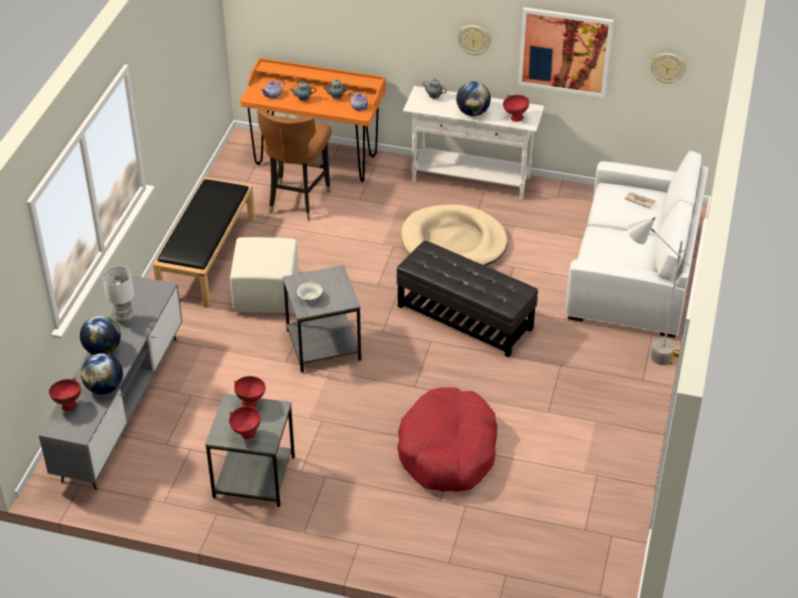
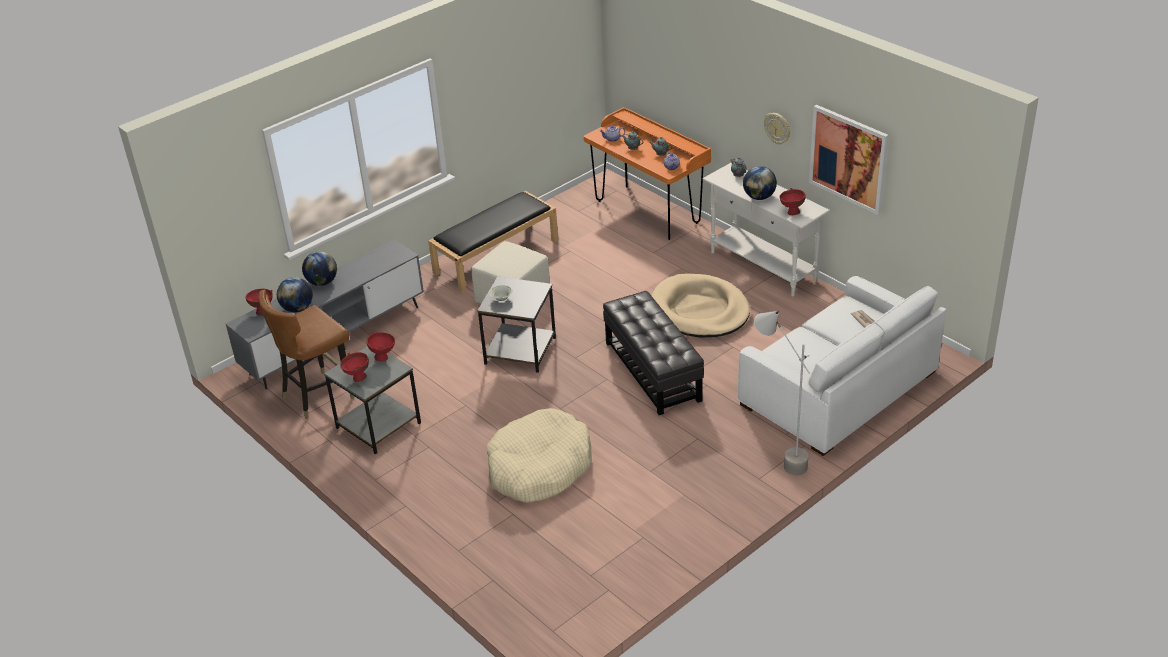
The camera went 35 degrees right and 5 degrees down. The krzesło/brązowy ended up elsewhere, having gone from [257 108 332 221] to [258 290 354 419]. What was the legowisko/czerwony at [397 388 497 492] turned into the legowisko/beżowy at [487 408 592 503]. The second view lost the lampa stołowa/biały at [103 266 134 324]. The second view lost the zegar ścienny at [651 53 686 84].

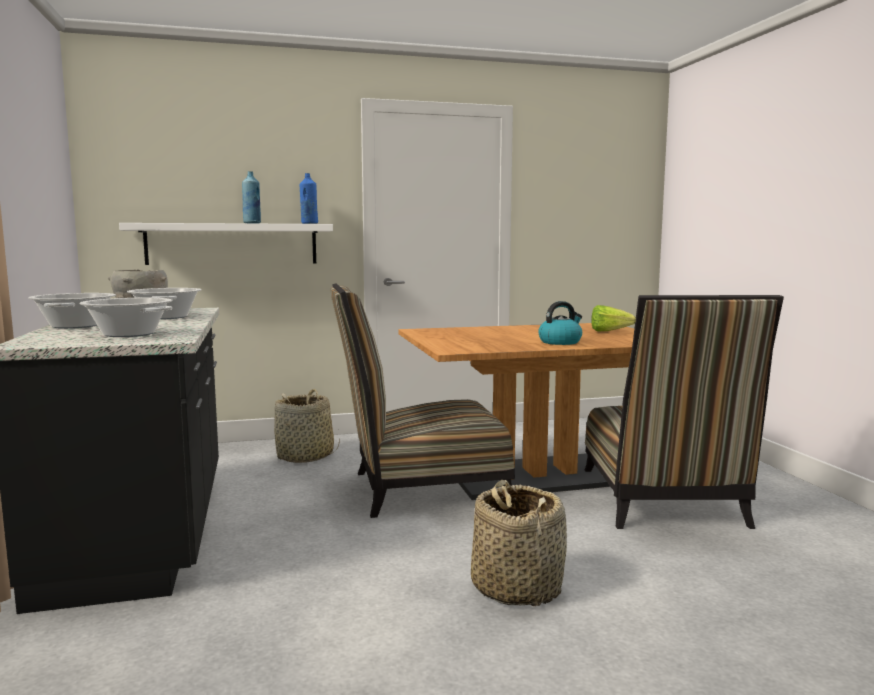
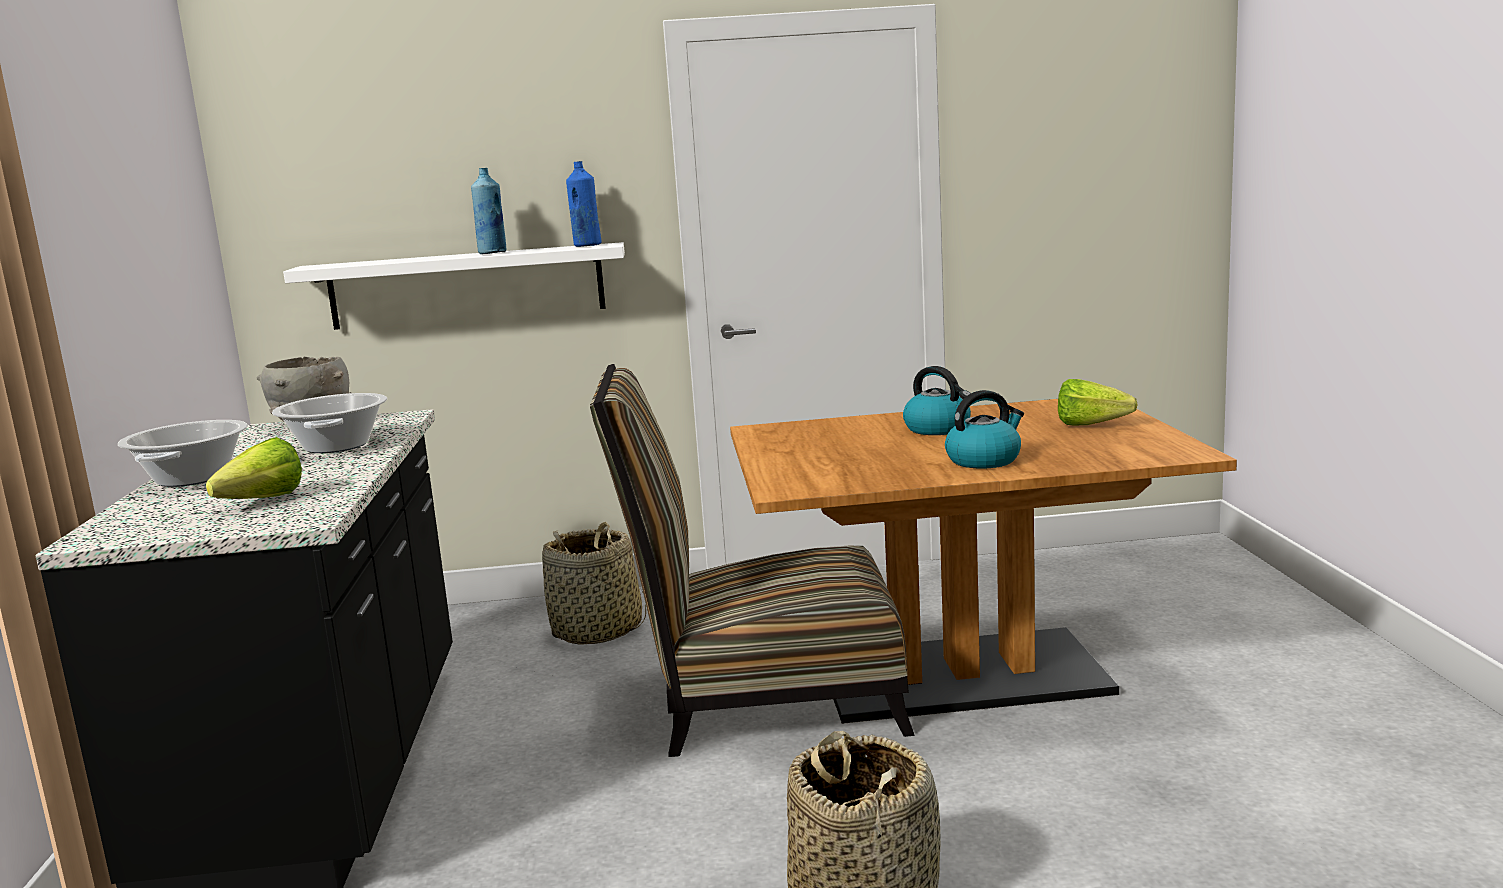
The camera went 10 degrees right and 5 degrees up. Where the garnek stood at [79 298 173 337], the sałata came to stand at [206 437 302 499]. The second view gained the czajnik at [903 366 971 435]. The second view lost the krzesło at [585 295 784 529].

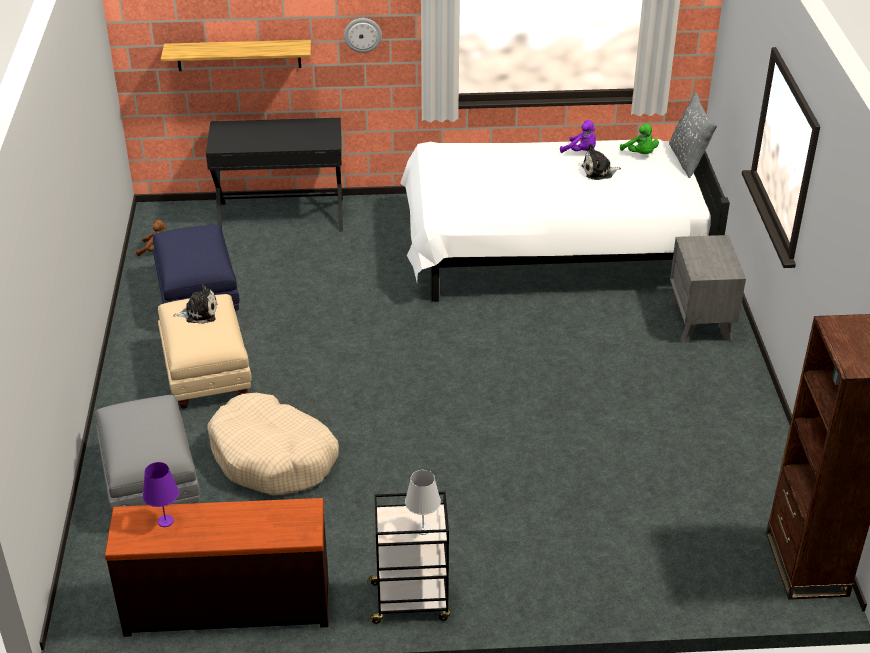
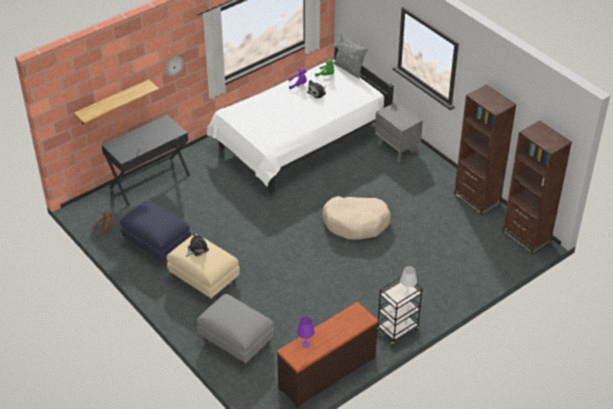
The camera went 35 degrees left and 5 degrees up. The legowisko/beżowy ended up elsewhere, having gone from [208 393 339 496] to [322 196 391 240]. The second view gained the regał/brązowy at [454 84 517 215].

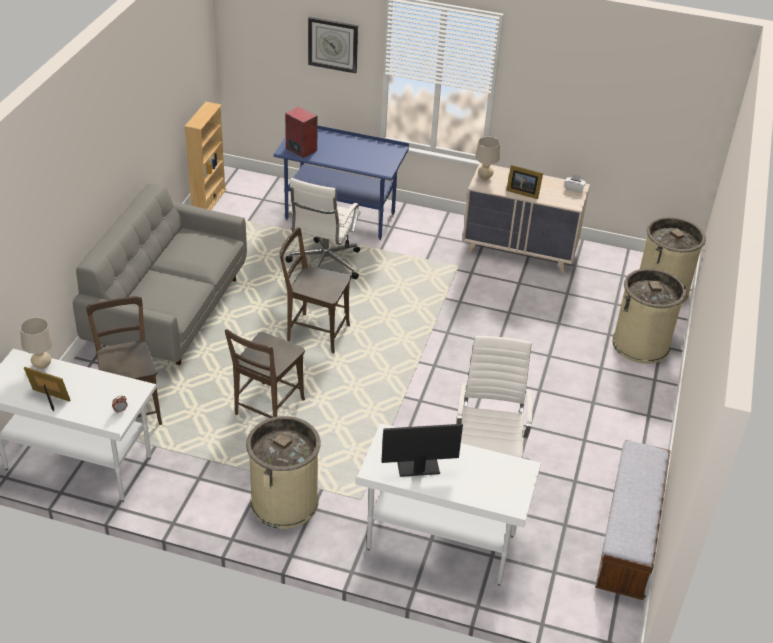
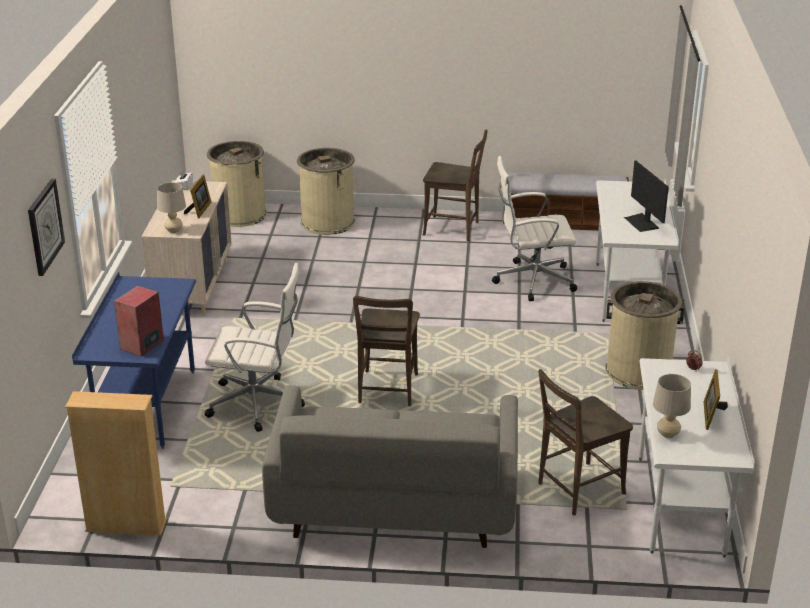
The camera went 100 degrees left and 10 degrees down. The krzesło/brązowy ended up elsewhere, having gone from [225 329 305 418] to [423 130 487 241].

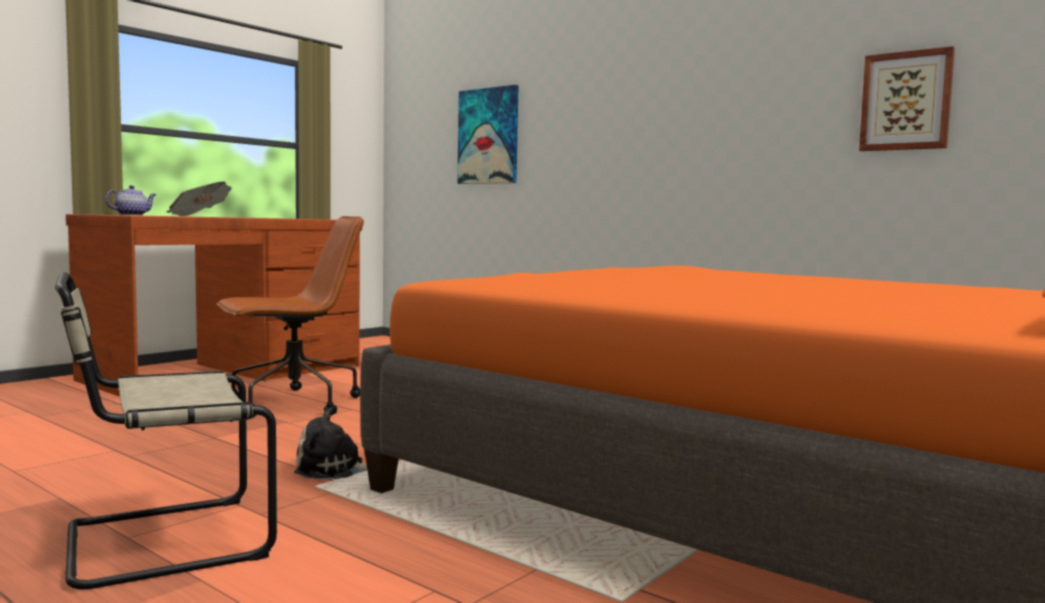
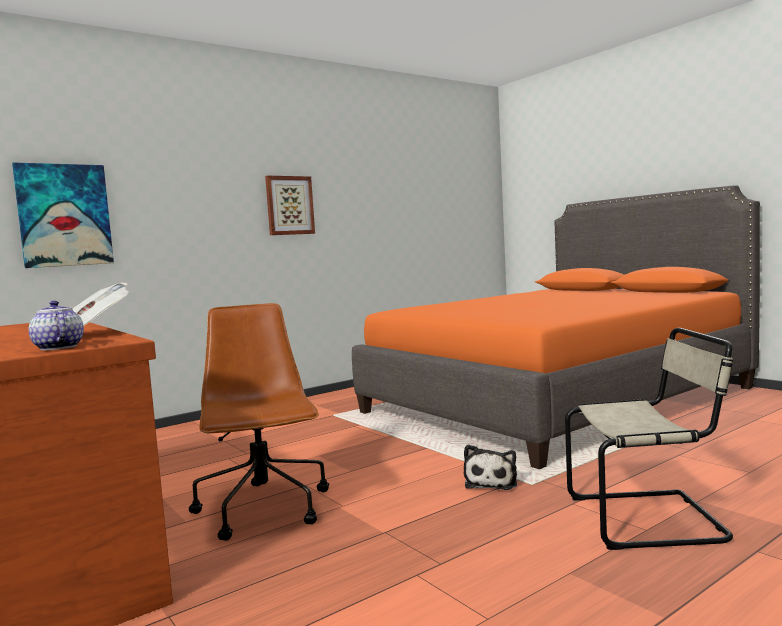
The camera went 75 degrees left and 0 degrees up. The obraz ended up elsewhere, having gone from [859 46 955 151] to [265 175 315 235]. The krzesło/beżowy at [55 272 277 590] ended up facing another way, 75 degrees counterclockwise from before.

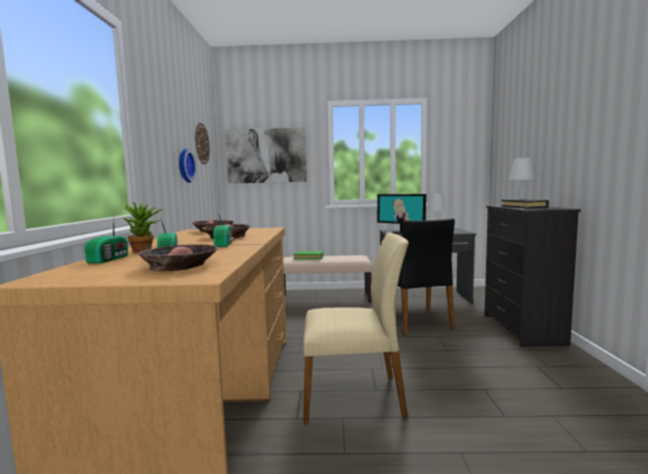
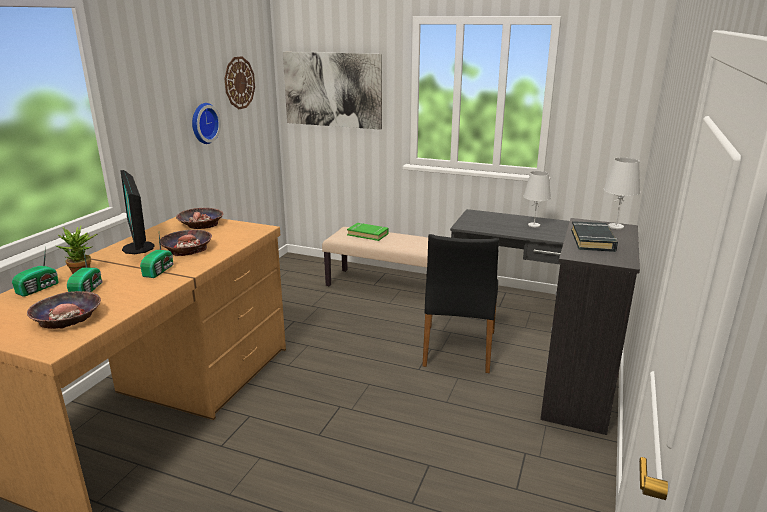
The camera went 20 degrees right and 15 degrees up. The monitor ended up elsewhere, having gone from [377 194 426 234] to [120 170 155 254]. The second view lost the krzesło/beżowy at [303 232 409 424].

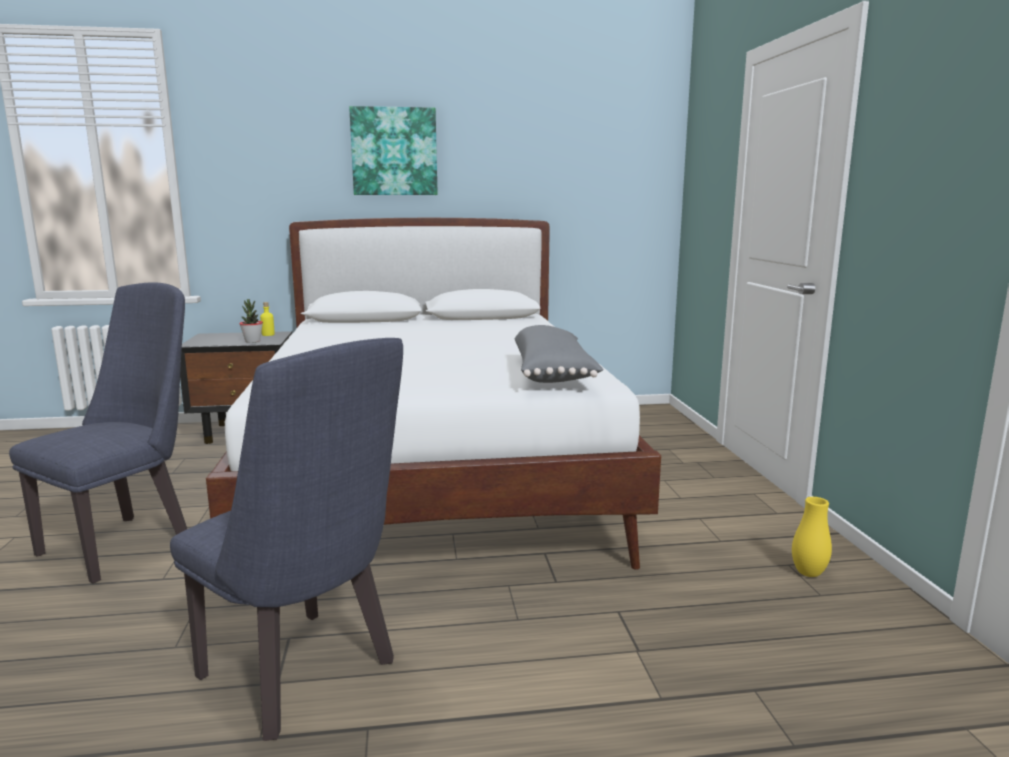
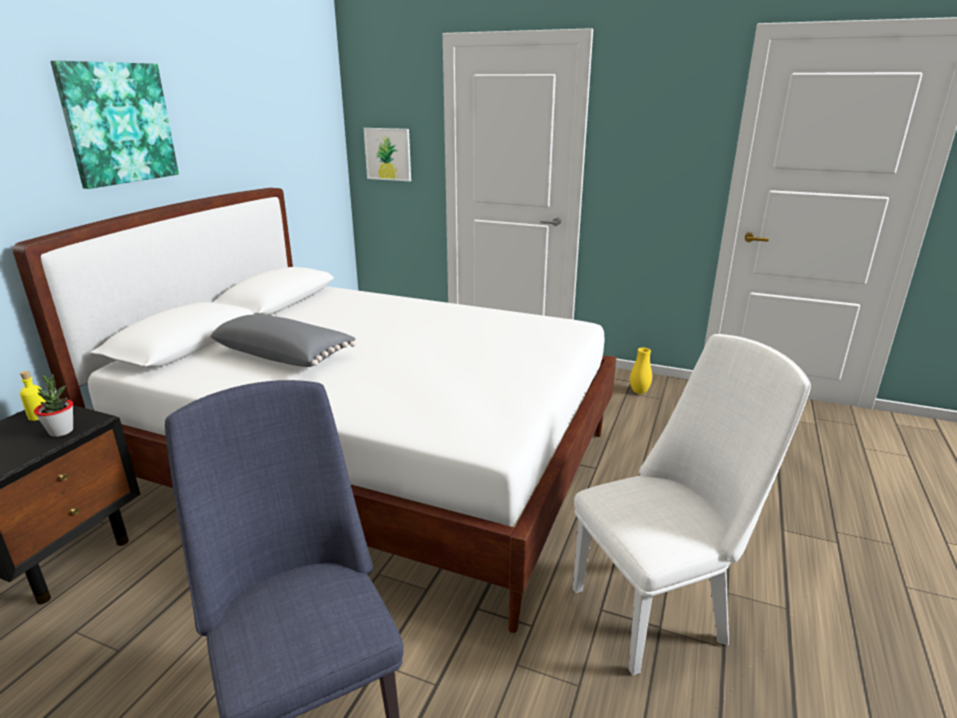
The camera went 60 degrees left and 10 degrees up. The poduszka/szary ended up elsewhere, having gone from [515 325 604 383] to [208 314 356 367]. The second view gained the obraz at [364 128 411 181]. What was the krzesło/niebieski at [170 338 403 741] turned into the krzesło/biały at [573 334 811 675].

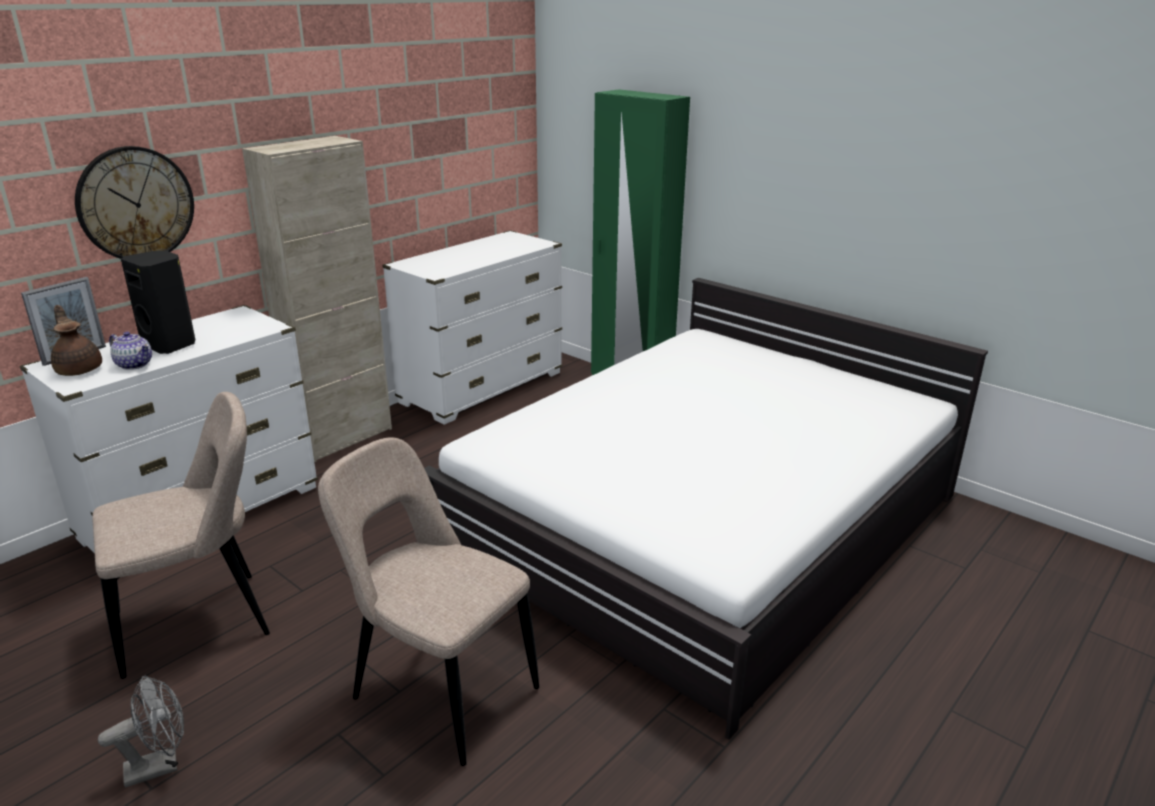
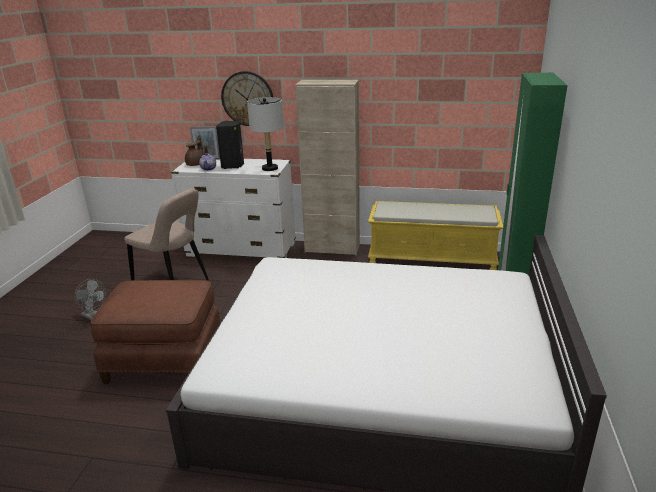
The camera went 60 degrees right and 0 degrees up. Where the krzesło/beżowy stood at [318 437 539 766], the pufa/brązowy came to stand at [91 280 221 384]. The second view gained the lampa stołowa/szary at [247 97 284 171]. Where the komoda/biały stood at [382 230 562 425], the ławka/żółty came to stand at [368 201 503 270].

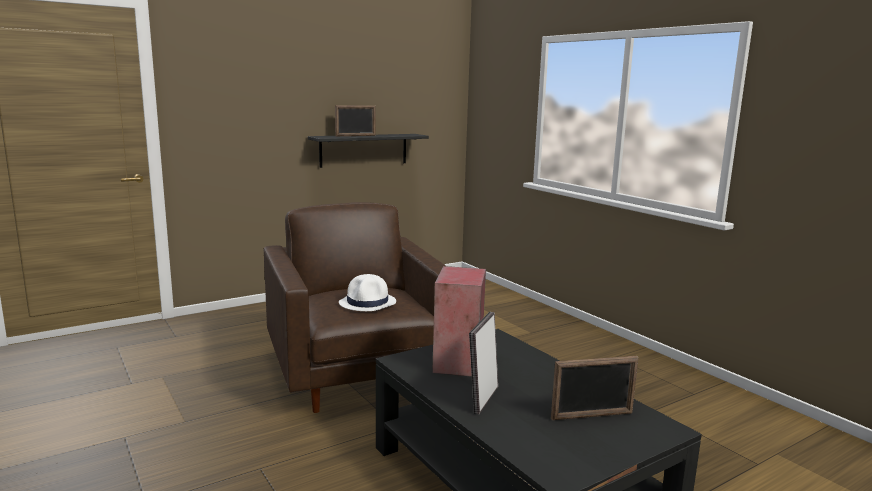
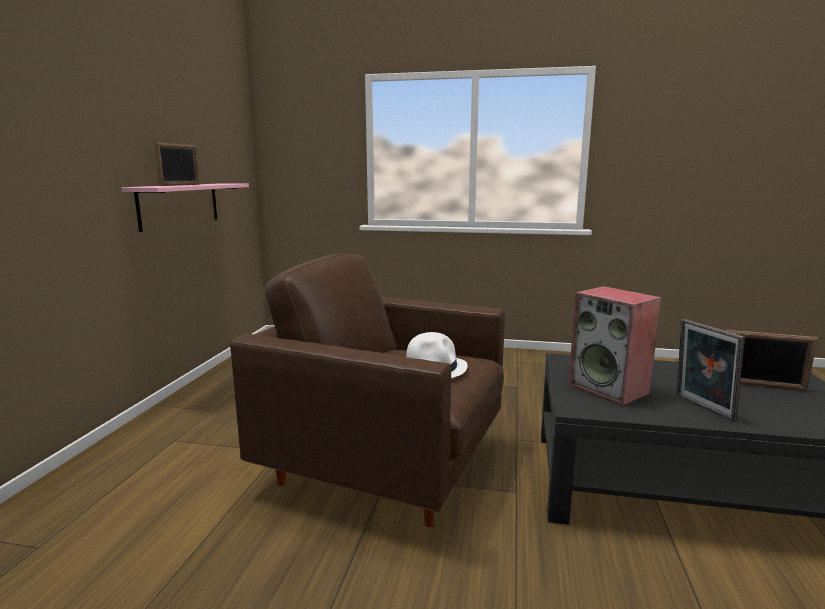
The camera went 45 degrees left and 0 degrees up. What was the półka/czarny at [308 134 429 168] turned into the półka/różowy at [121 183 249 232]. The ramka na zdjęcie at [551 356 639 420] ended up facing another way, 75 degrees clockwise from before.

